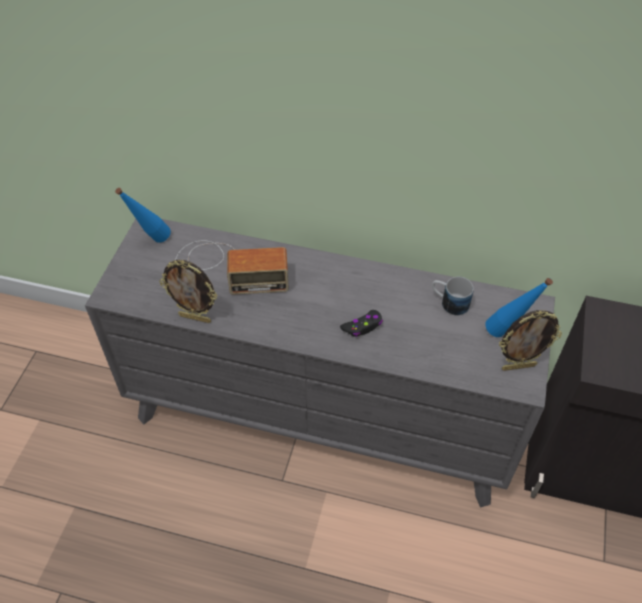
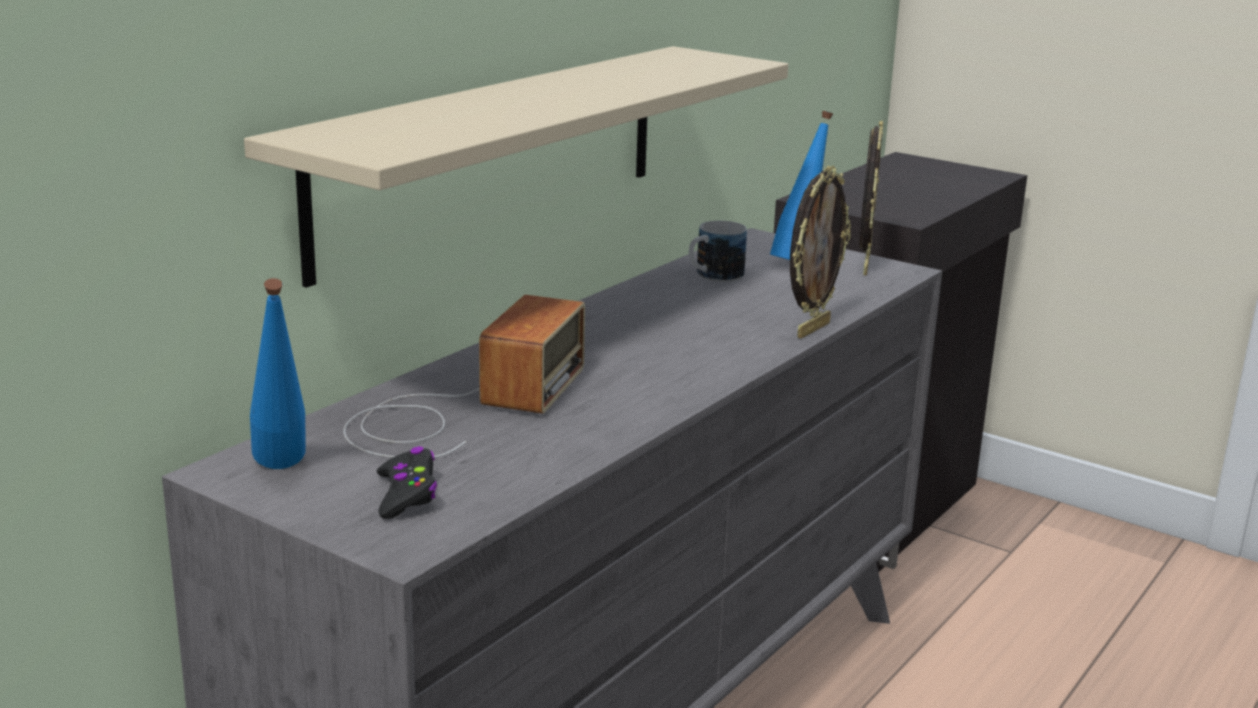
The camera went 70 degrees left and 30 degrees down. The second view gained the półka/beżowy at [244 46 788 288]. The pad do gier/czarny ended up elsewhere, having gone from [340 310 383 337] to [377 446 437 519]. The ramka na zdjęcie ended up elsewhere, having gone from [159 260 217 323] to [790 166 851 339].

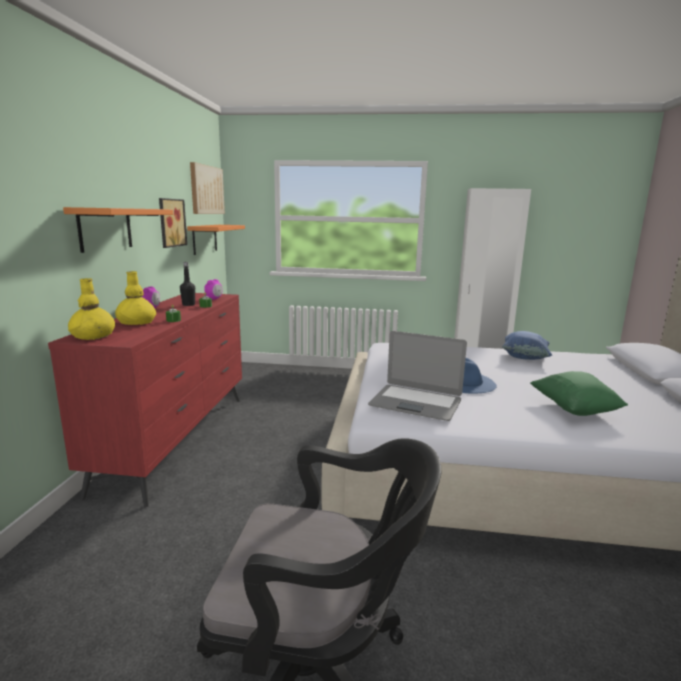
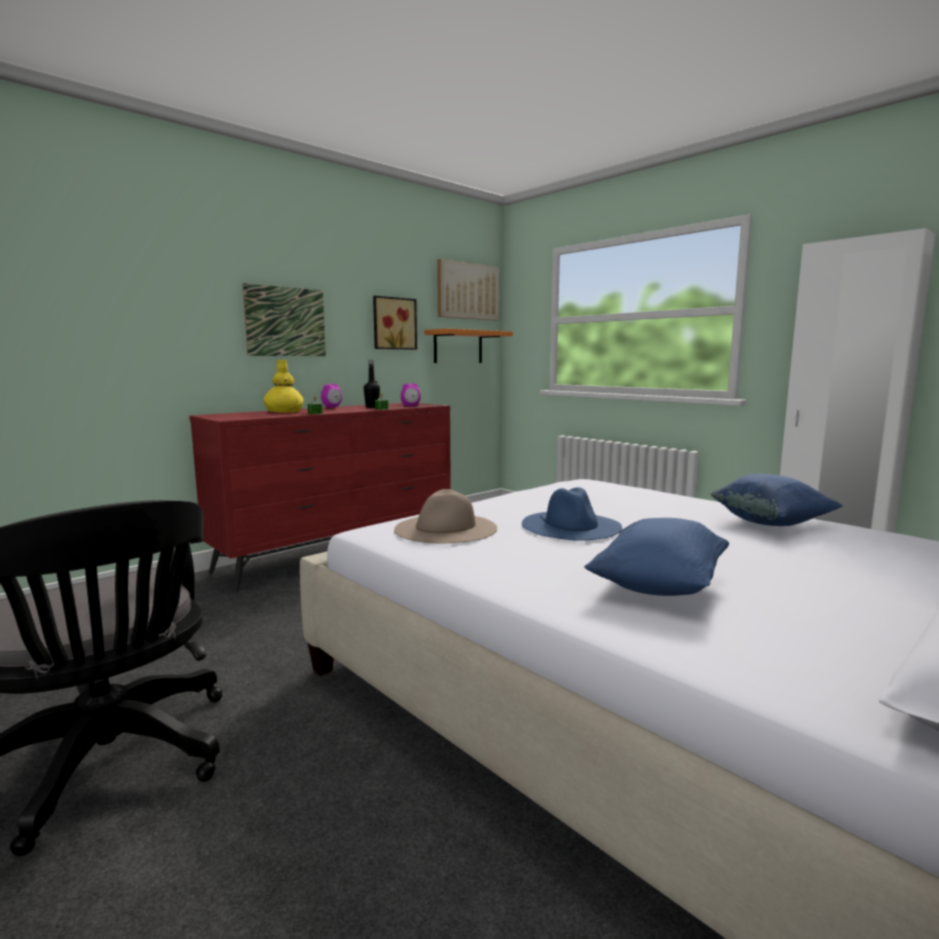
The camera went 40 degrees right and 5 degrees down. Where the półka/pomarańczowy hung at [63 207 173 253], the obraz came to hang at [242 283 326 356]. Where the laptop stood at [368 331 467 421], the kapelusz/beżowy came to stand at [394 489 497 543]. What was the poduszka/zielony at [530 371 628 416] turned into the poduszka/niebieski at [584 518 729 596]. The second view lost the wazon/żółty at [68 278 115 340].

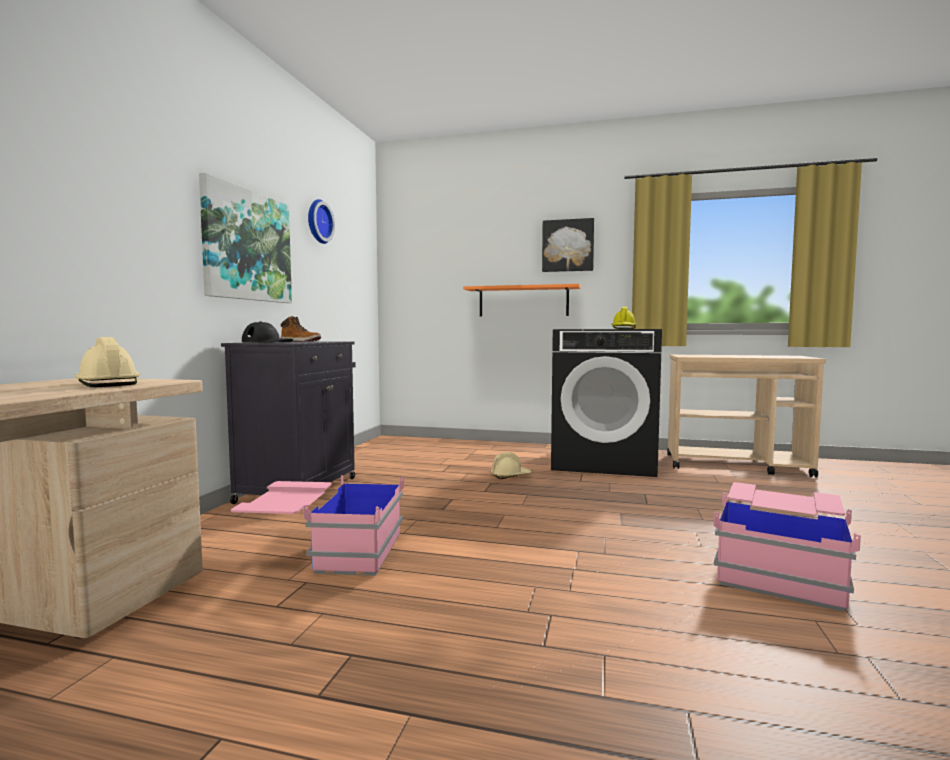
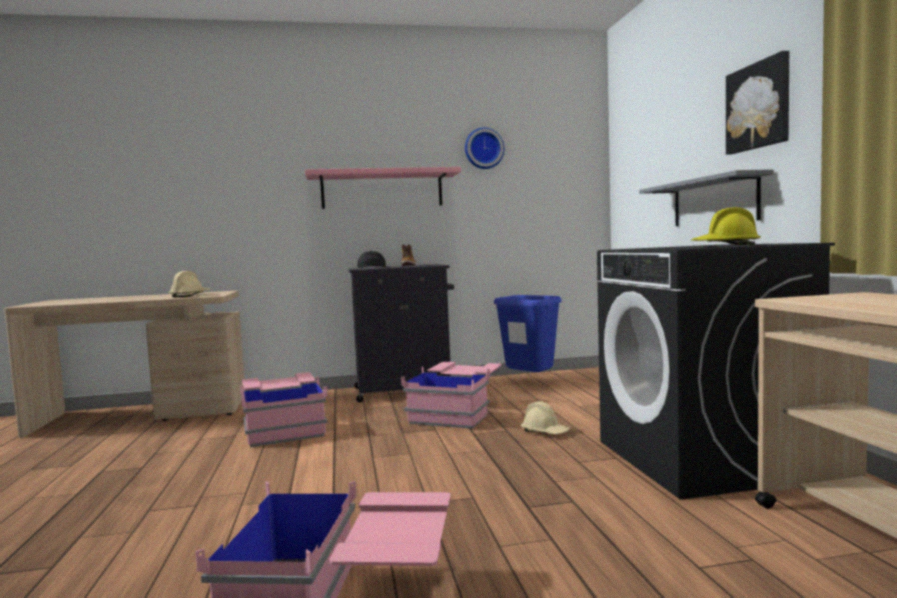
The camera went 65 degrees right and 0 degrees up. Where the obraz hung at [199 173 292 303], the półka/różowy came to hang at [305 167 461 209]. The second view gained the pojemnik do przechowywania/różowy at [401 362 502 429]. The second view gained the kosz na śmieci/niebieski at [494 295 561 372]. What was the półka/pomarańczowy at [463 284 580 317] turned into the półka/szary at [639 169 774 226].

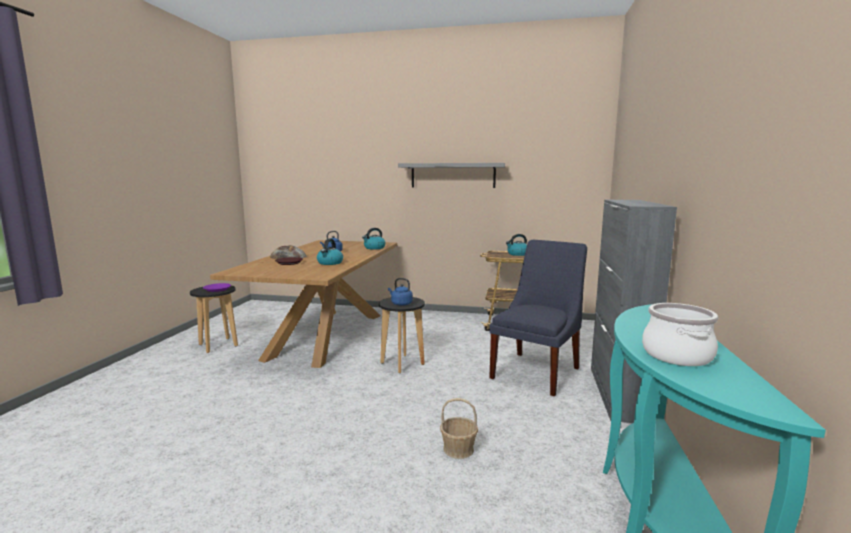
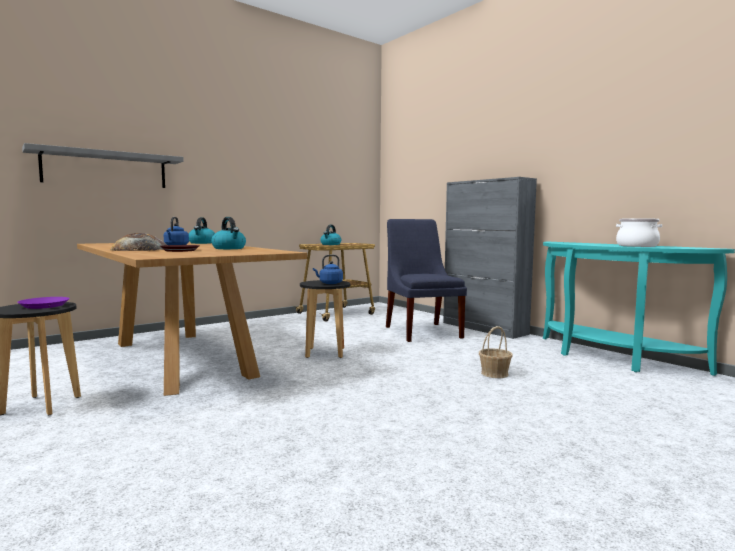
The camera went 50 degrees left and 5 degrees down. The półka/szary ended up elsewhere, having gone from [398 163 505 188] to [22 143 184 188].

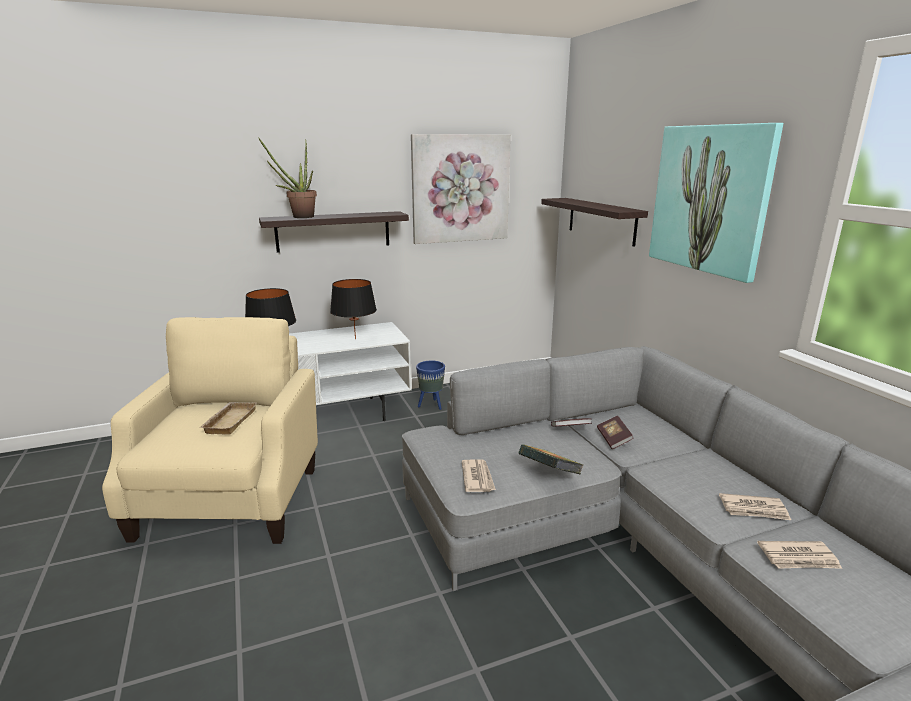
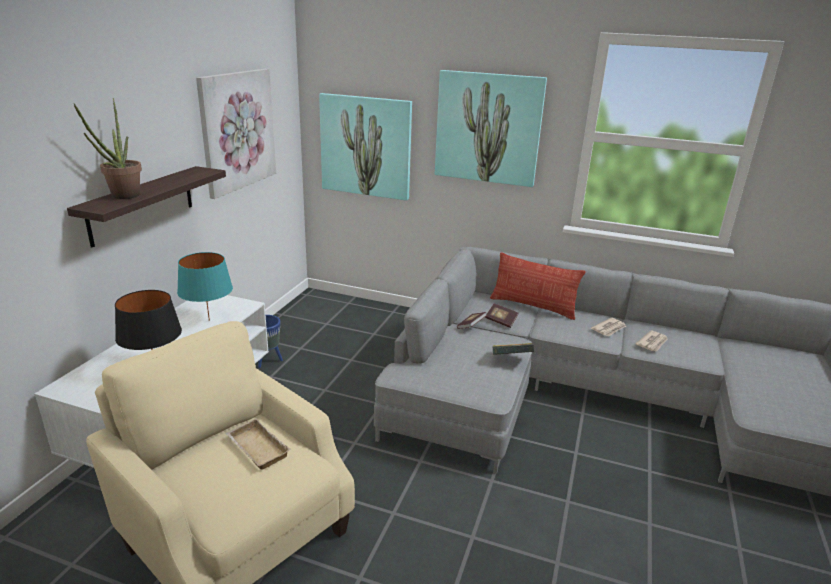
The camera went 50 degrees left and 5 degrees up. What was the lampa stołowa/czarny at [330 279 377 339] turned into the lampa stołowa/turkusowy at [177 252 233 321]. Where the półka hung at [541 198 648 247], the obraz came to hang at [319 93 412 201]. The second view gained the poduszka at [490 252 585 320]. The second view lost the gazeta at [462 459 496 492].

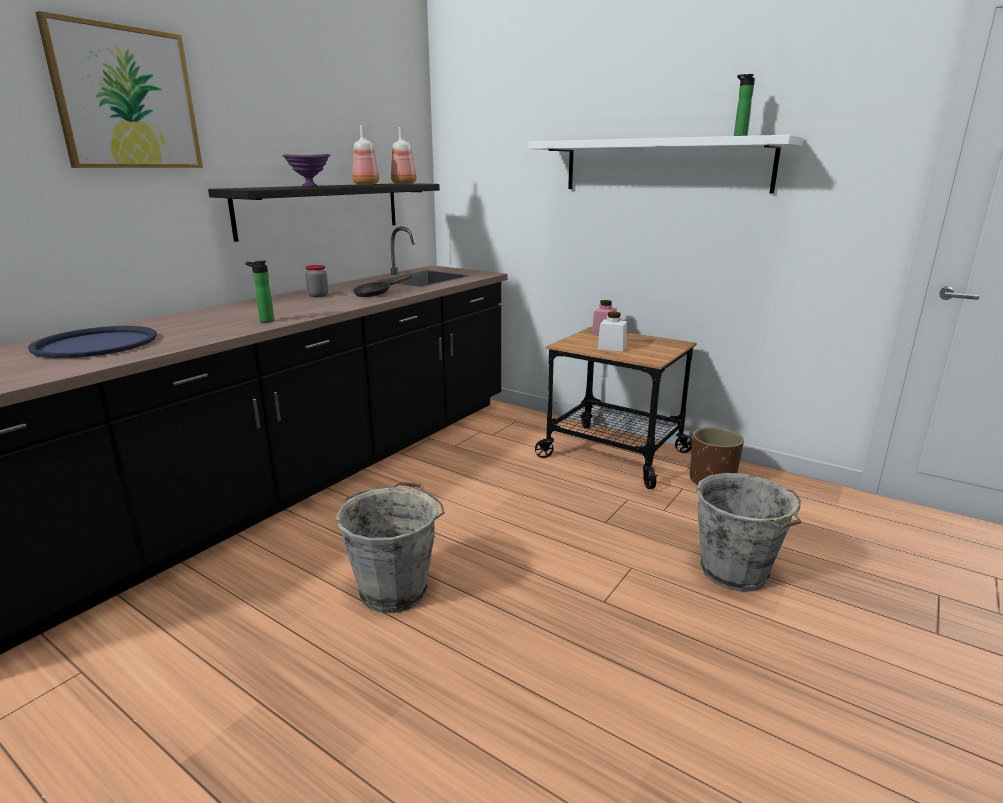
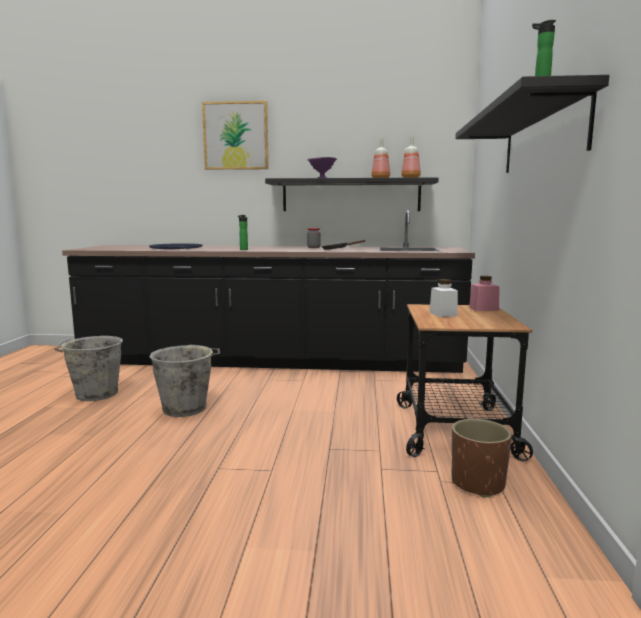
The camera went 60 degrees right and 10 degrees down. The wiadro/szary ended up elsewhere, having gone from [696 473 801 592] to [54 336 123 401]. What was the półka/biały at [528 135 804 194] turned into the półka/czarny at [455 75 609 173].

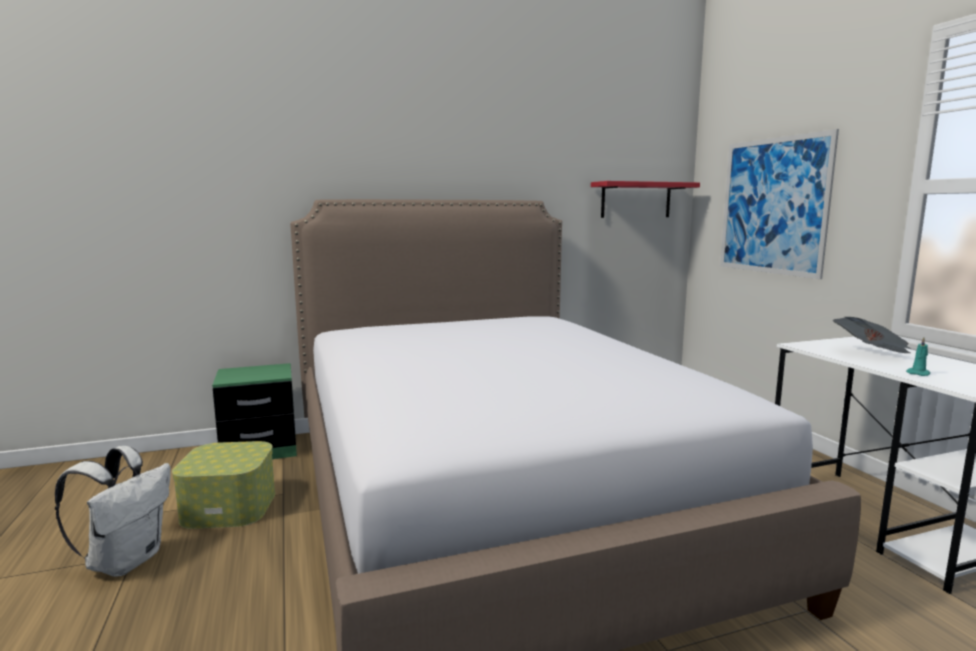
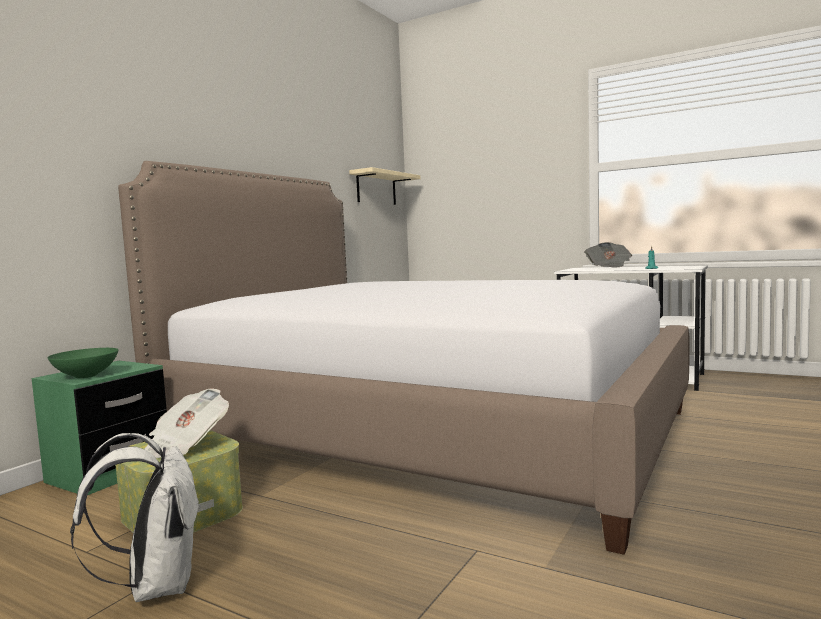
The camera went 40 degrees left and 5 degrees down. The second view gained the miska/zielony at [48 348 118 378]. The second view gained the gazeta at [144 388 229 458]. What was the półka/czerwony at [591 181 700 218] turned into the półka/beżowy at [349 167 420 205]. The second view lost the obraz at [720 129 839 279].

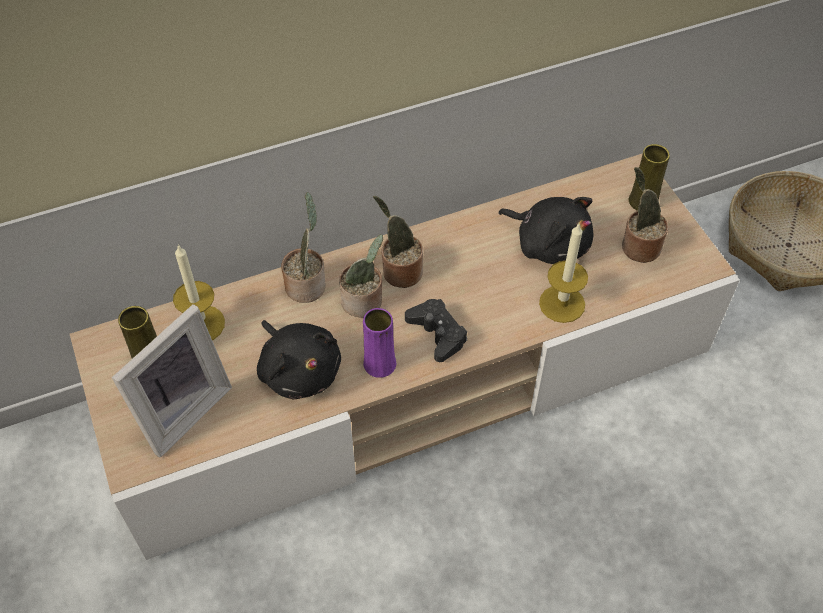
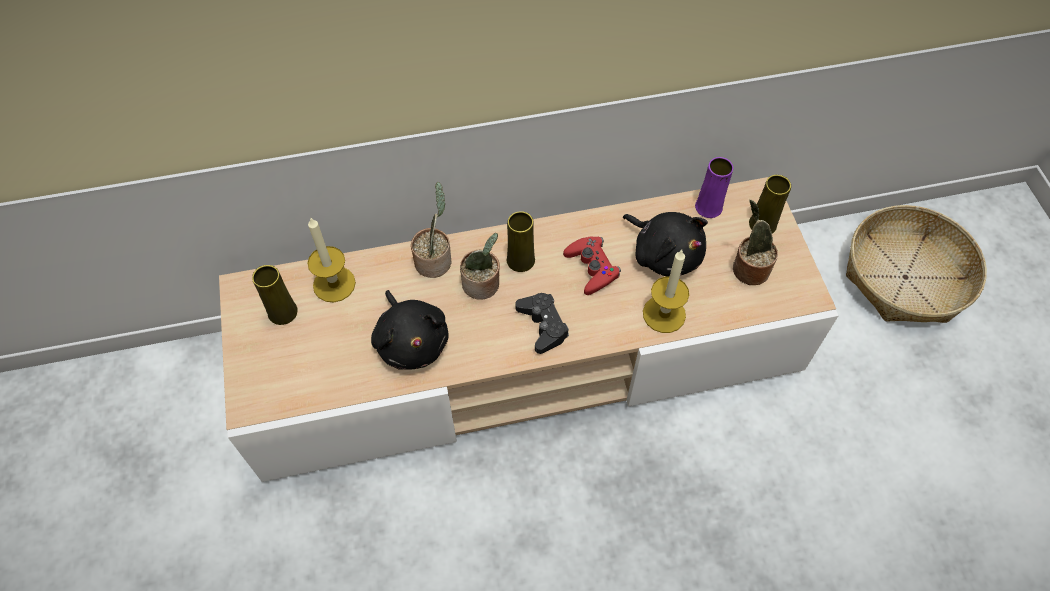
The camera went 10 degrees right and 5 degrees up. Where the roślina doniczkowa stood at [373 196 423 288], the wazon/żółty came to stand at [507 211 535 272]. The second view gained the pad do gier/czerwony at [563 236 621 295]. The wazon/fioletowy ended up elsewhere, having gone from [363 308 396 378] to [695 157 733 218]. The second view lost the ramka na zdjęcie at [112 304 232 458].

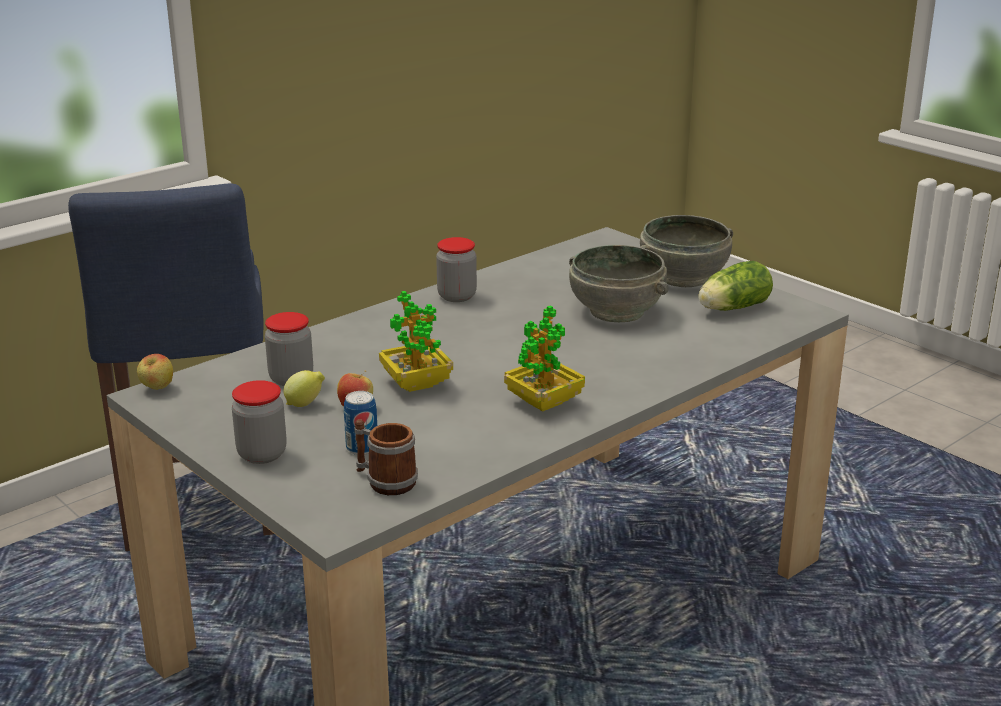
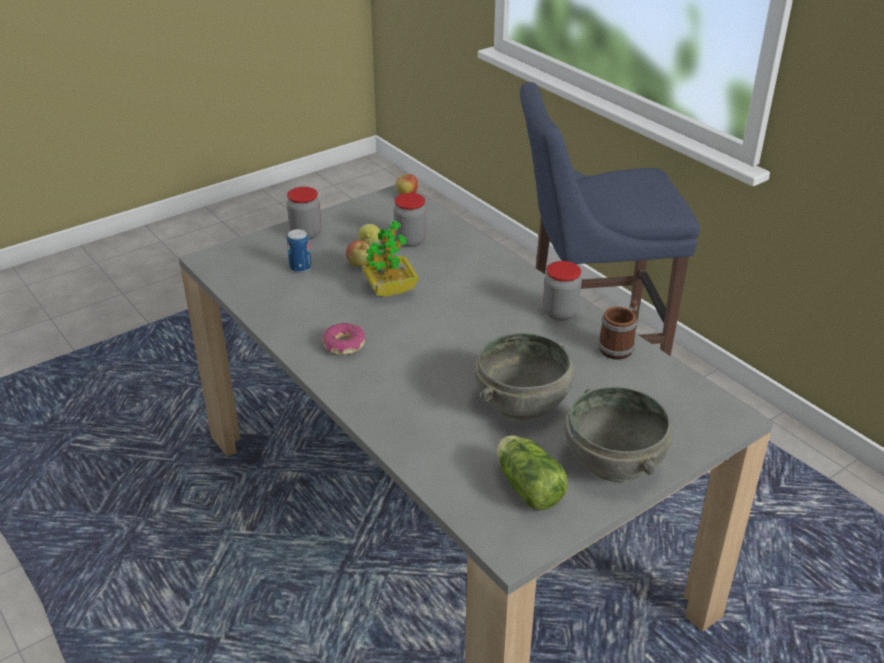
The camera went 95 degrees right and 10 degrees up. Where the roślina doniczkowa stood at [504 306 585 411], the donut came to stand at [322 323 365 355]. The kubek ended up elsewhere, having gone from [354 419 418 495] to [598 300 638 360].

